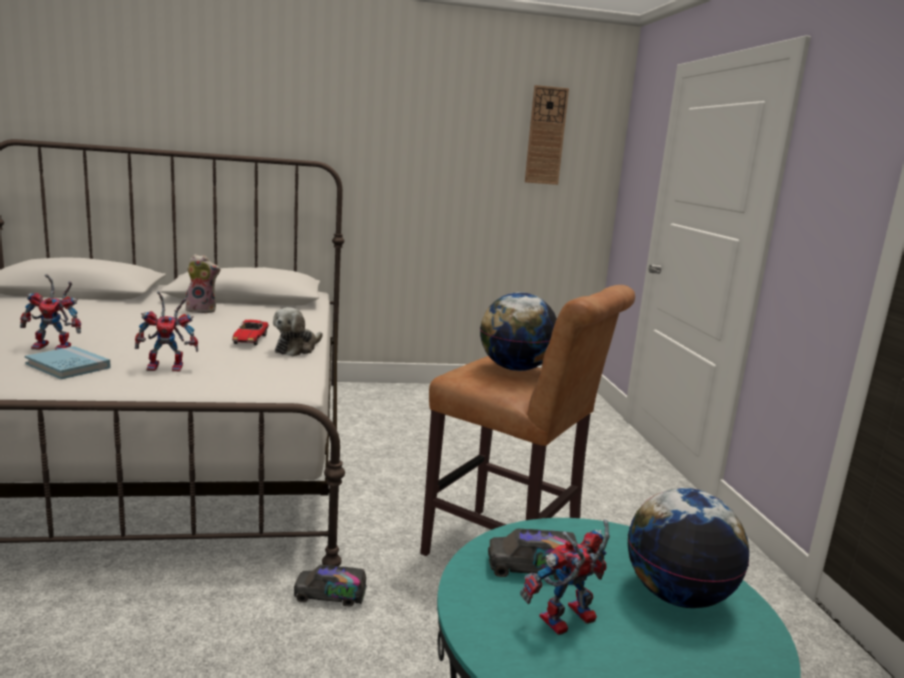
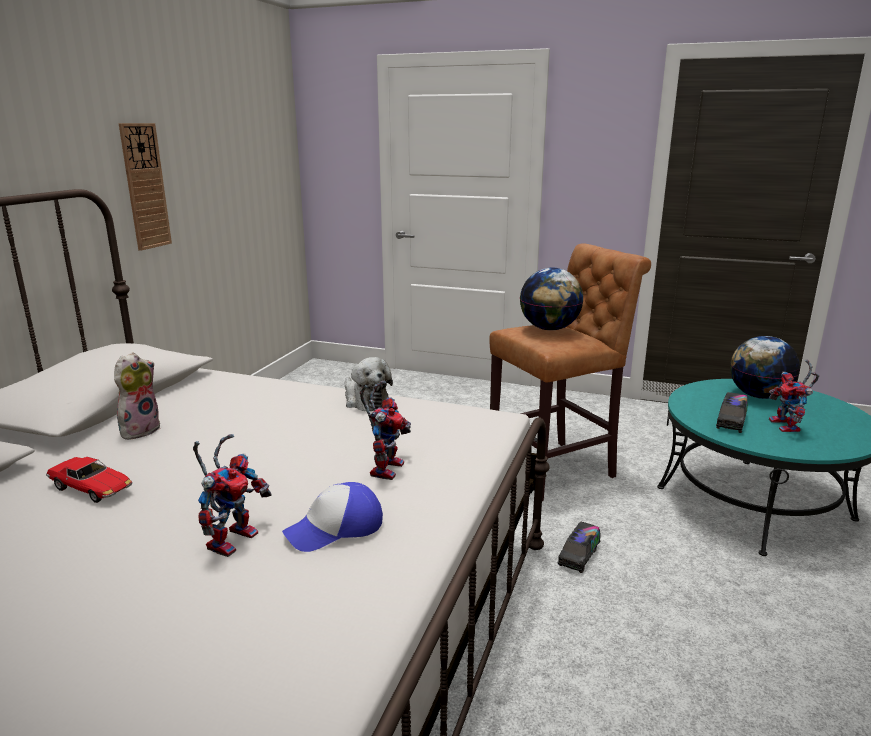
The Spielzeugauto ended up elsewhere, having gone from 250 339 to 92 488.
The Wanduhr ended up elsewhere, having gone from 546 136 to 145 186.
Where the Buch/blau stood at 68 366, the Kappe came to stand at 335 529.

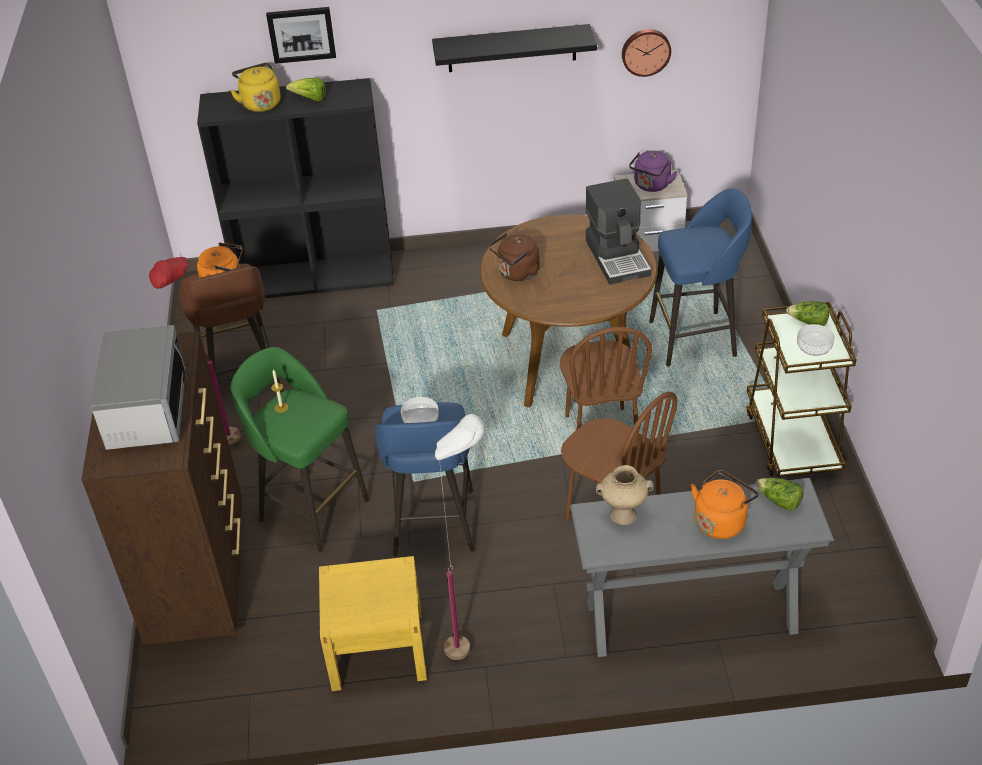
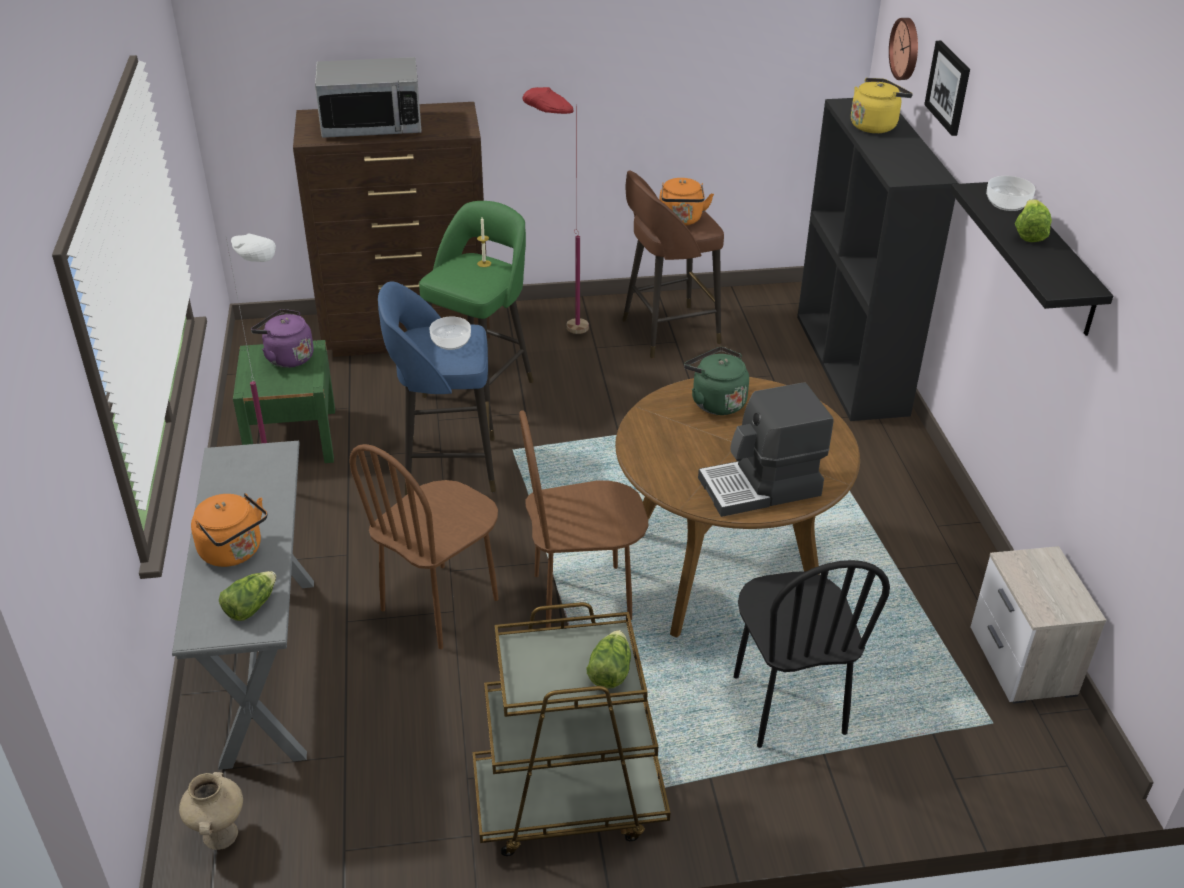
The Vase/beige ended up elsewhere, having gone from 623 515 to 219 834.
What was the Nachttisch/gelb at 377 650 turned into the Nachttisch/grün at 292 438.
The Wasserkessel/lila ended up elsewhere, having gone from 651 186 to 287 357.
What was the Wasserkessel/braun at 516 273 turned into the Wasserkessel/grün at 715 402.
Where the Hocker/blau stood at 695 338, the Stuhl/schwarz came to stand at 787 705.
The Wanduhr ended up elsewhere, having gone from 645 51 to 906 48.
The Schüssel ended up elsewhere, having gone from 814 347 to 1008 203.
The Salatkopf ended up elsewhere, having gone from 310 99 to 1029 234.

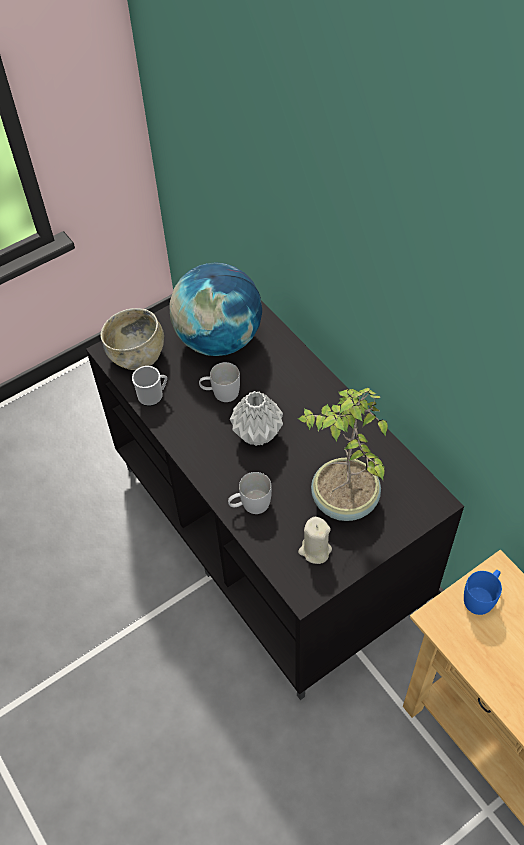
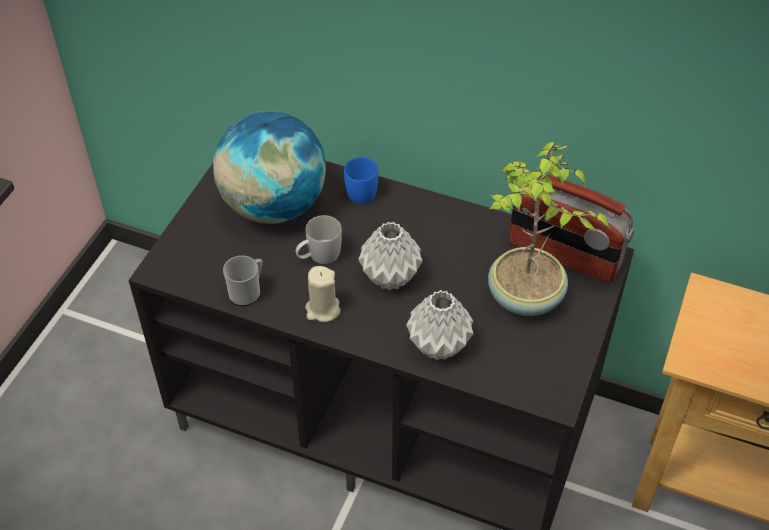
The Kerze/beige ended up elsewhere, having gone from 315 550 to 322 309.
The Henkelbecher/blau ended up elsewhere, having gone from 481 597 to 362 189.
Where the Henkelbecher/weiß stood at 250 505, the Vase/grau came to stand at 438 347.
The second view gained the Radio at 563 255.
The second view lost the Schüssel/beige at 137 355.

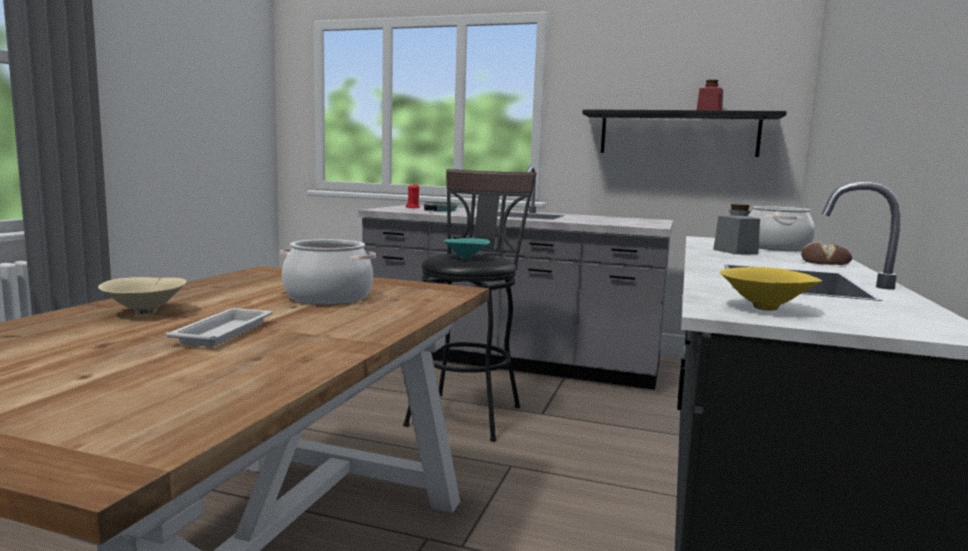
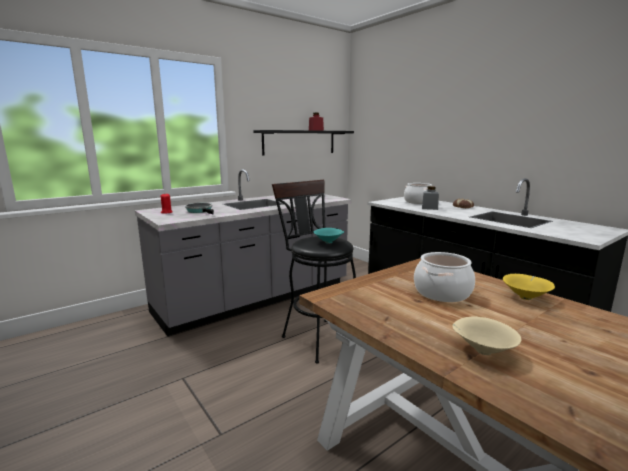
The Schüssel/gelb ended up elsewhere, having gone from 768 308 to 526 297.
The second view lost the Tablett/weiß at 225 332.

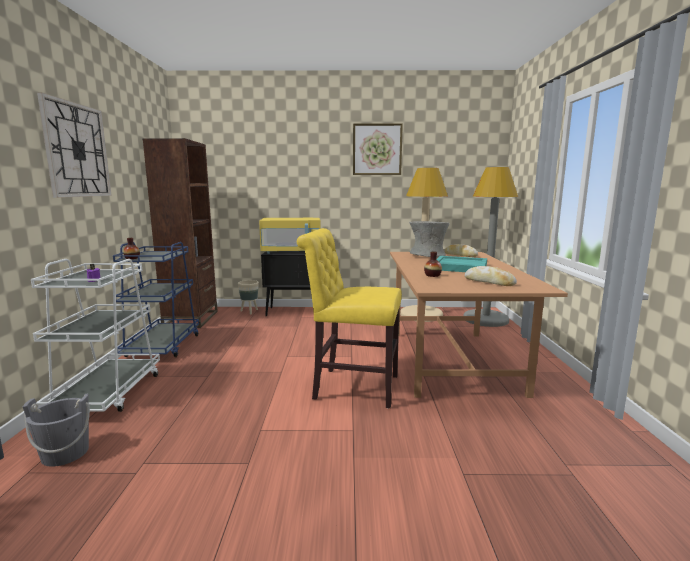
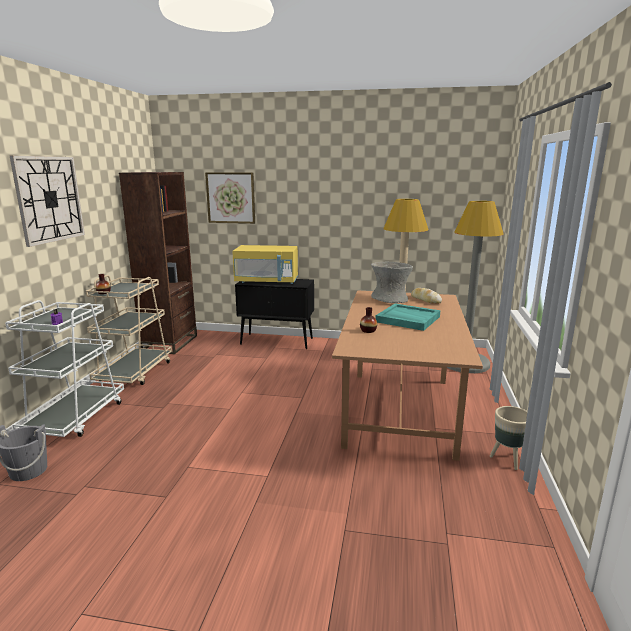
What was the Rollwagen/blau at 163 346 turned into the Rollwagen/beige at 135 372.
The Bild ended up elsewhere, having gone from 377 149 to 231 198.
The Pflanzkübel/beige ended up elsewhere, having gone from 250 312 to 507 460.
The second view lost the Stuhl/gelb at 351 387.
The second view lost the Brot at 489 282.

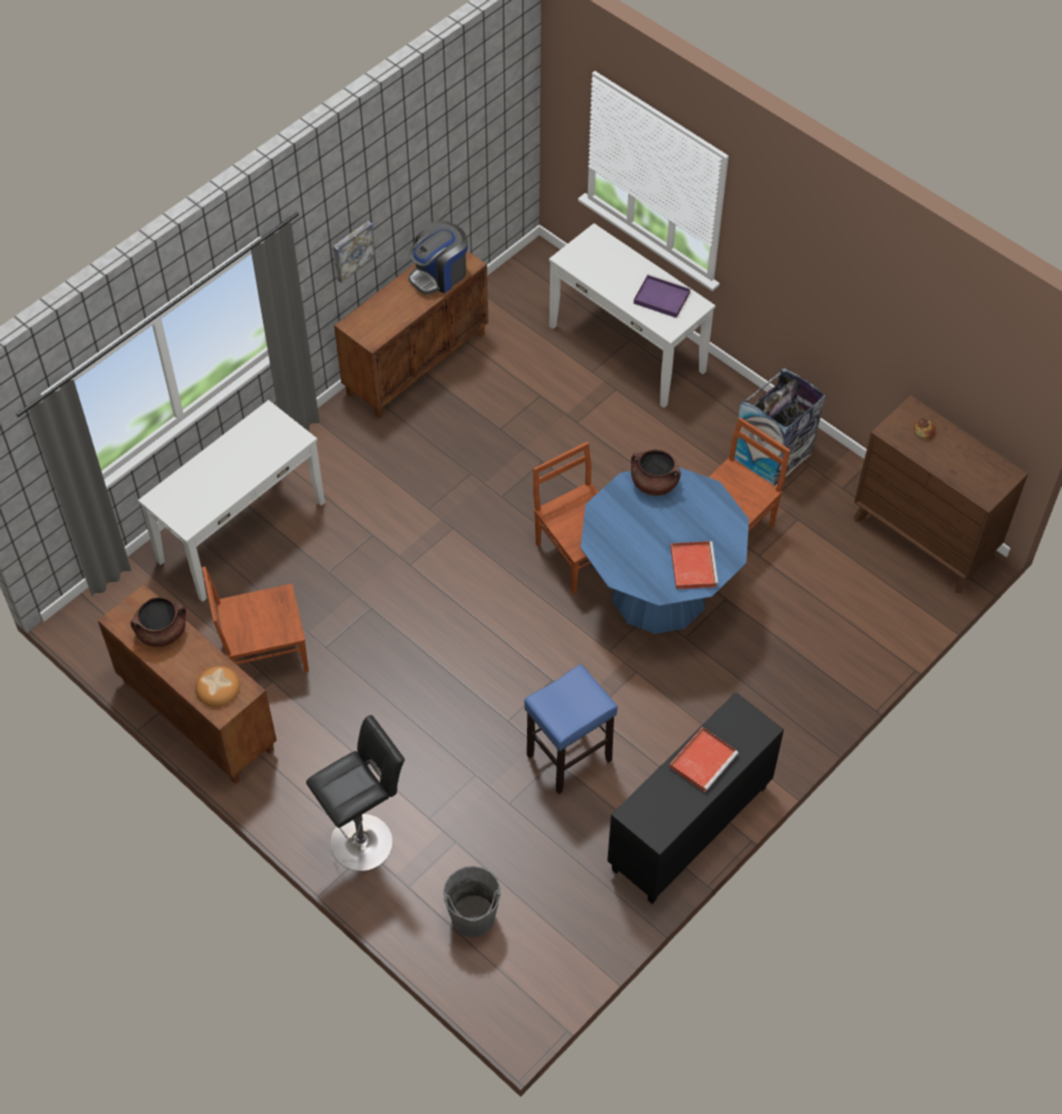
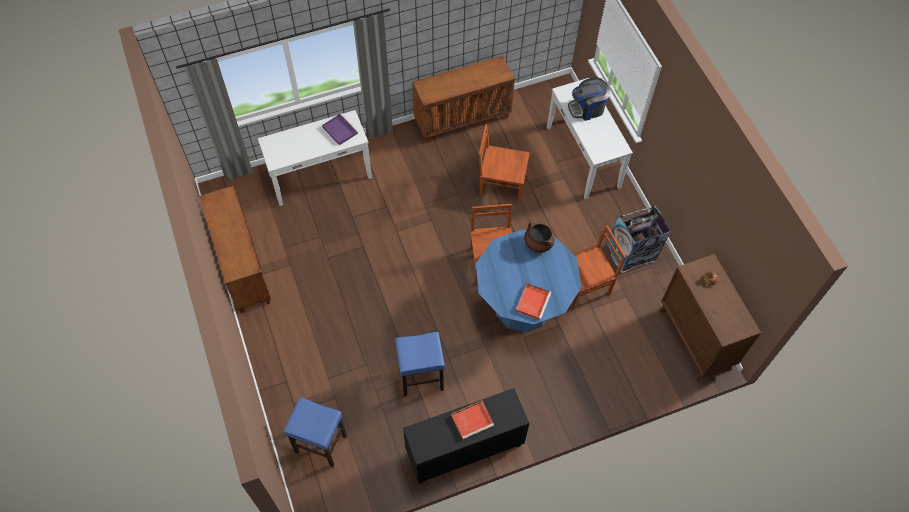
Where the Eimer/grau stood at 473 917, the Hocker/blau came to stand at 320 444.
The Tablett/lila ended up elsewhere, having gone from 660 297 to 339 130.
The Stuhl/braun ended up elsewhere, having gone from 264 653 to 501 183.
The Kaffeemaschine ended up elsewhere, having gone from 439 274 to 587 108.
The second view lost the Kochtopf/braun at 162 632.
The second view lost the Brot at 218 688.
The second view lost the Hocker/schwarz at 365 839.
The second view lost the Bild at 352 250.

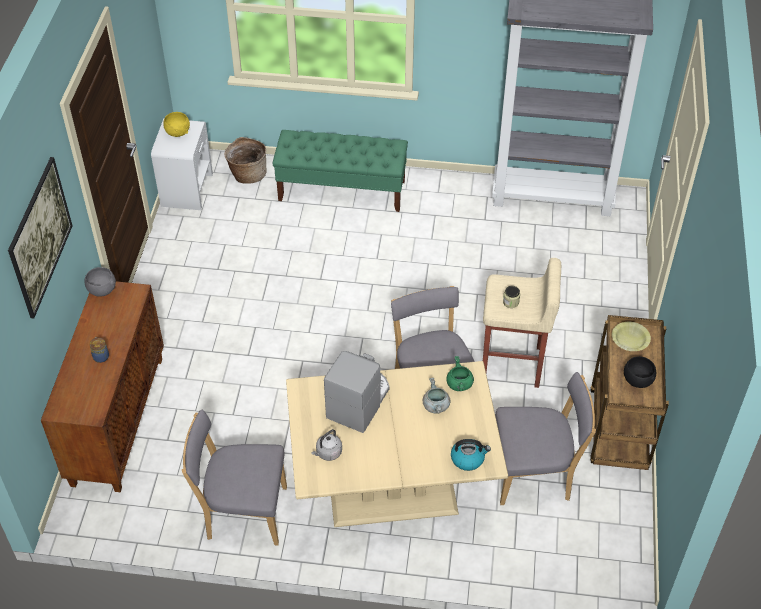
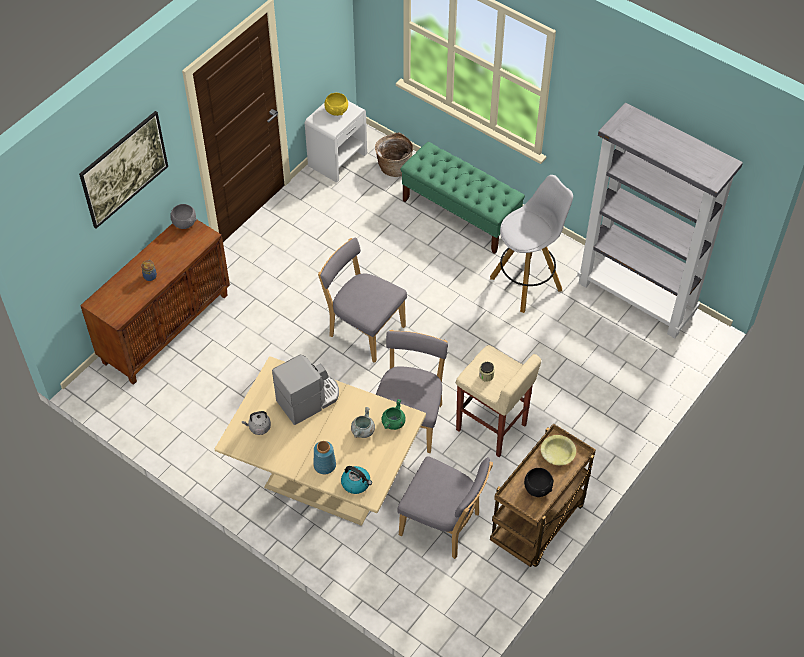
The second view gained the Vase/blau at 324 465.
The Stuhl/grau ended up elsewhere, having gone from 242 512 to 364 329.
The second view gained the Hocker/weiß at 527 283.

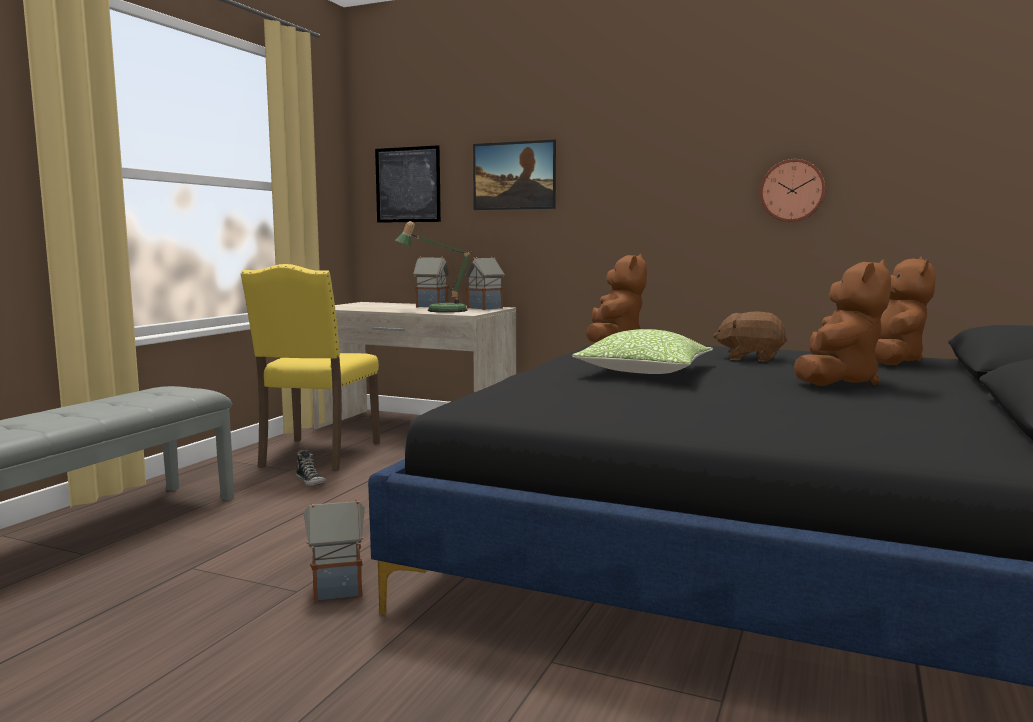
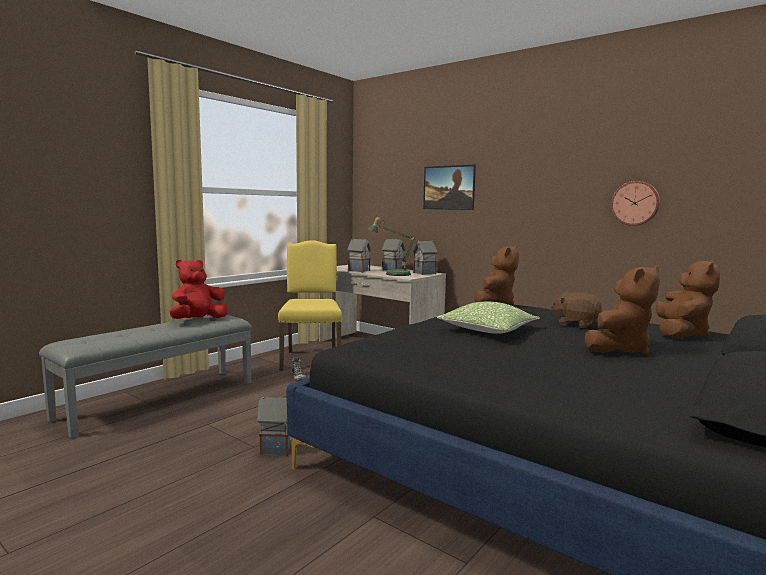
The second view gained the Plüschtier/rot at 198 320.
The Stuhl/gelb at 317 455 ended up facing another way, 150 degrees clockwise from before.
The second view gained the Spielzeughaus at 358 271.
The second view lost the Bild at 408 185.

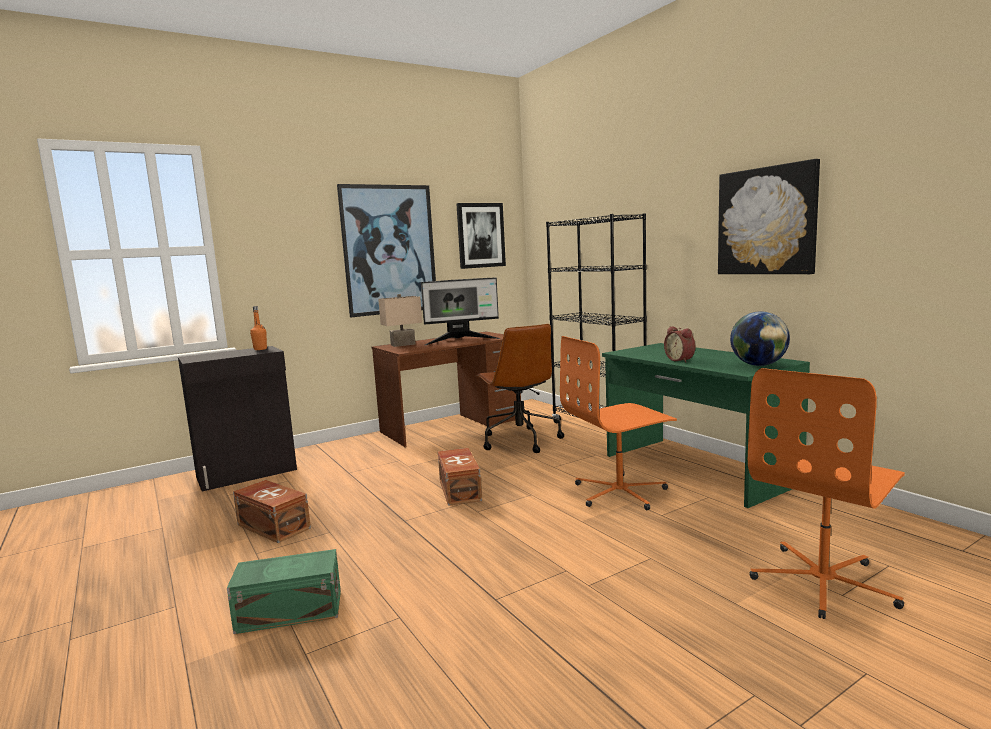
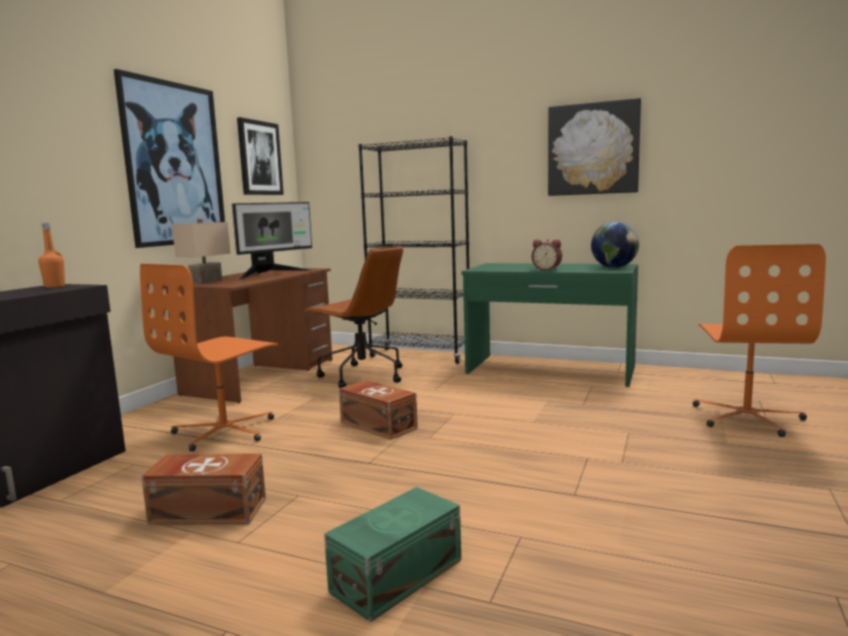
The Bürostuhl/orange ended up elsewhere, having gone from 620 492 to 225 431.

